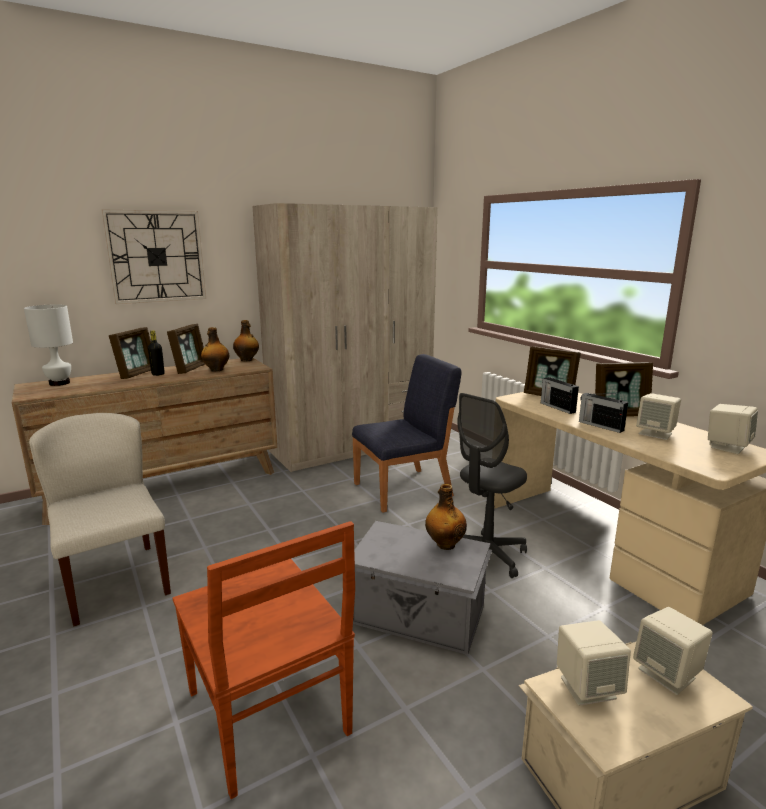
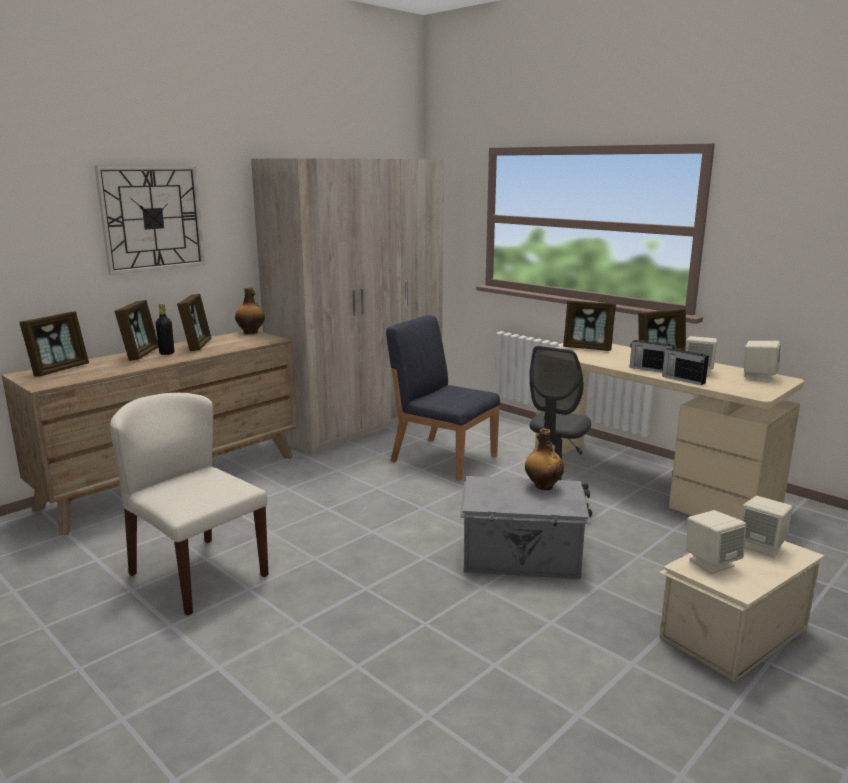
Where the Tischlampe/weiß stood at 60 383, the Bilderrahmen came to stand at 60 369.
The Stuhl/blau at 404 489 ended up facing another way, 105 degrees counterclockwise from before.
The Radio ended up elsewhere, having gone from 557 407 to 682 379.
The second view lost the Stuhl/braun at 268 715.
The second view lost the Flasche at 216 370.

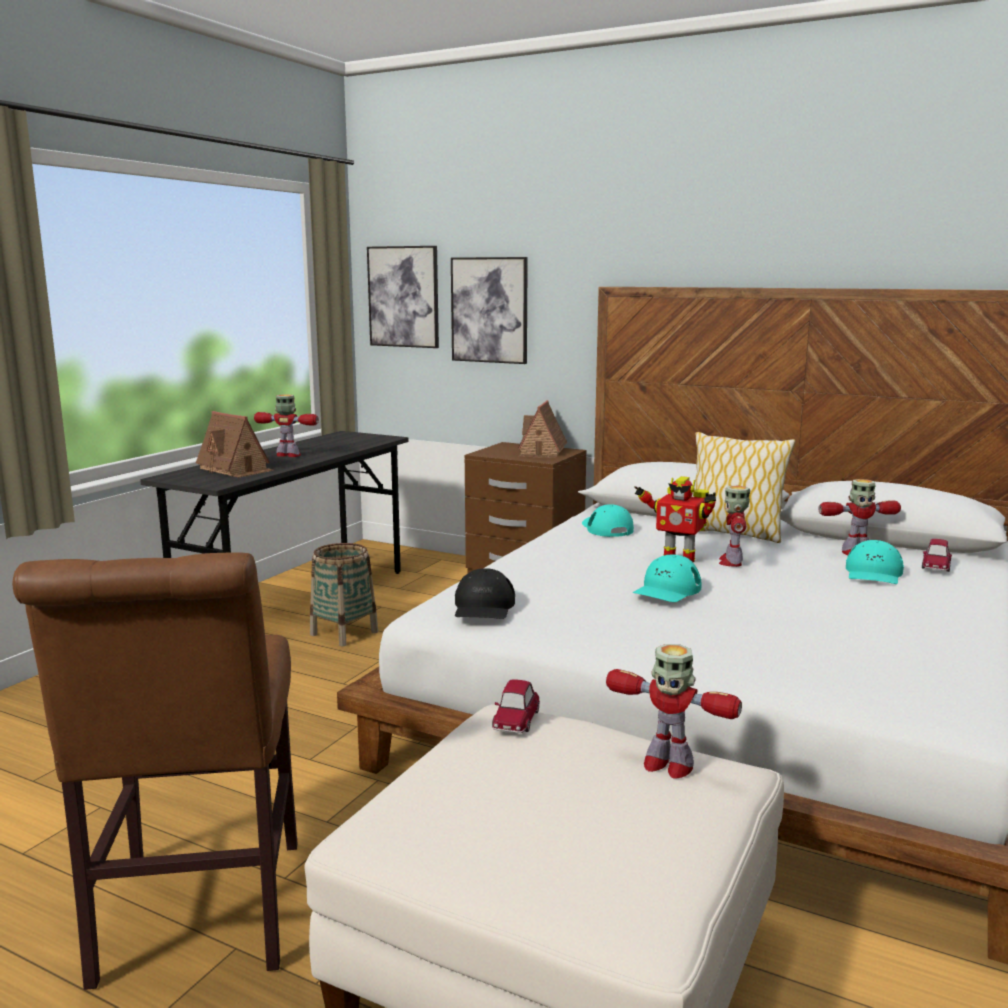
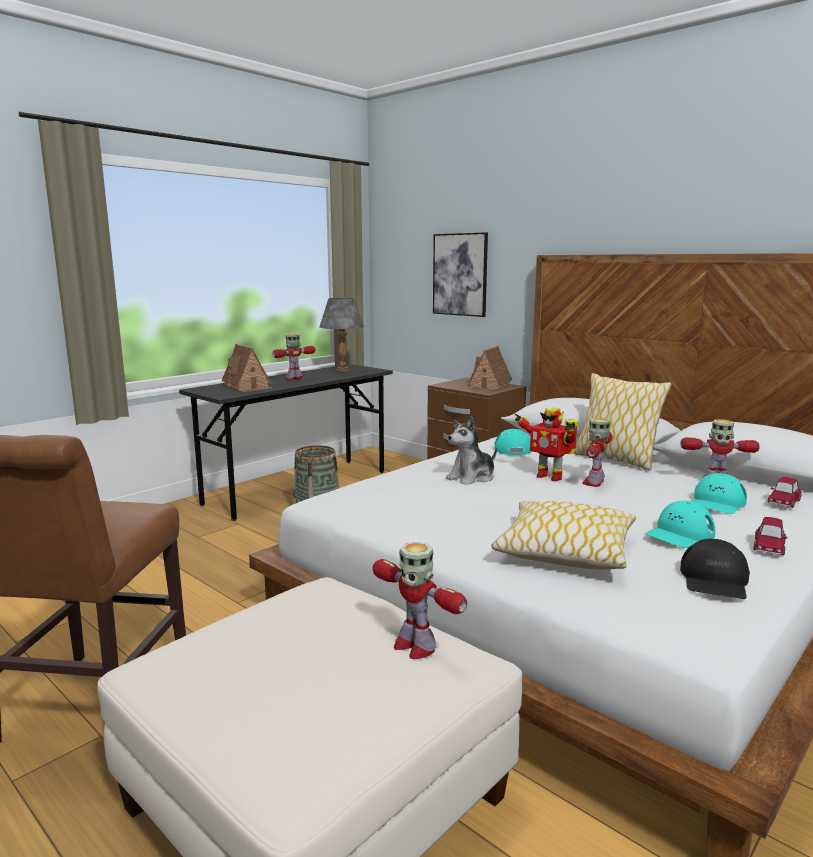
The Spielzeugroboter at 289 455 ended up facing another way, 75 degrees counterclockwise from before.
The second view gained the Tischlampe/grau at 343 370.
The second view gained the Plüschtier at 472 478.
The second view gained the Kissen at 565 551.
The Kappe/türkis ended up elsewhere, having gone from 667 590 to 679 534.
The Kappe/schwarz ended up elsewhere, having gone from 483 607 to 714 580.
The Spielzeugauto ended up elsewhere, having gone from 516 720 to 769 546.
The second view lost the Bild at 403 297.

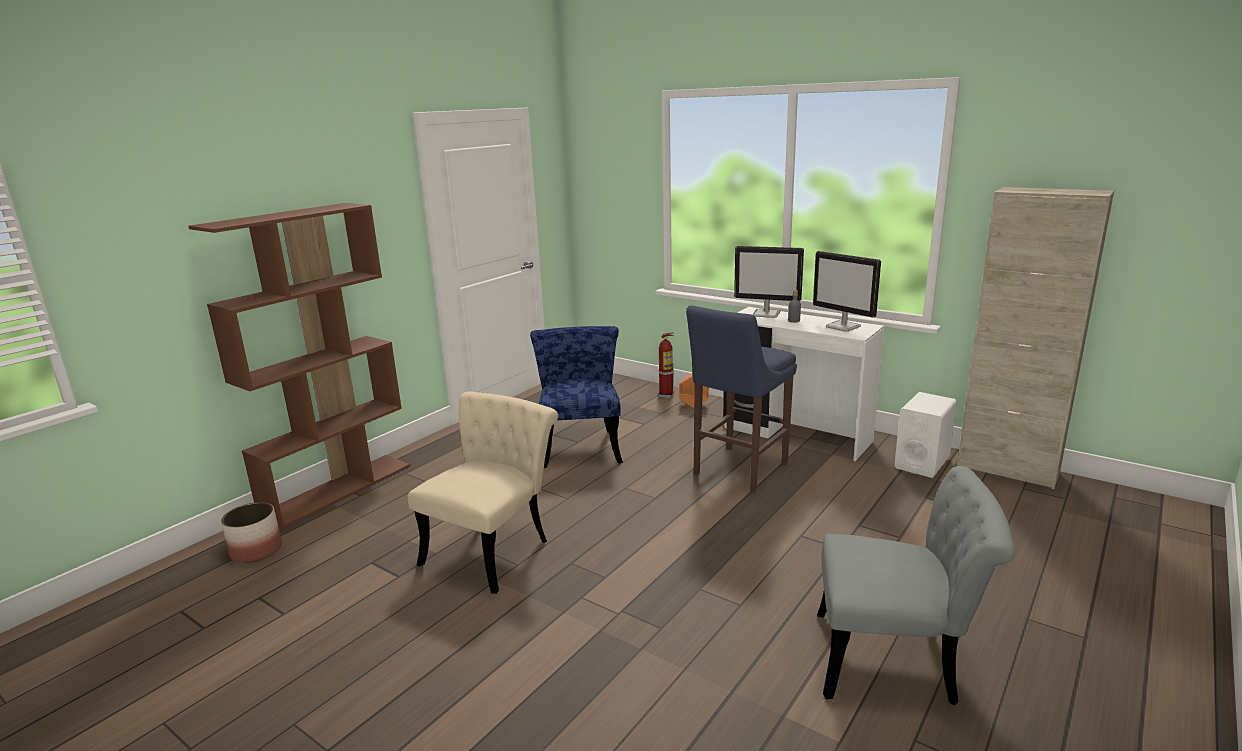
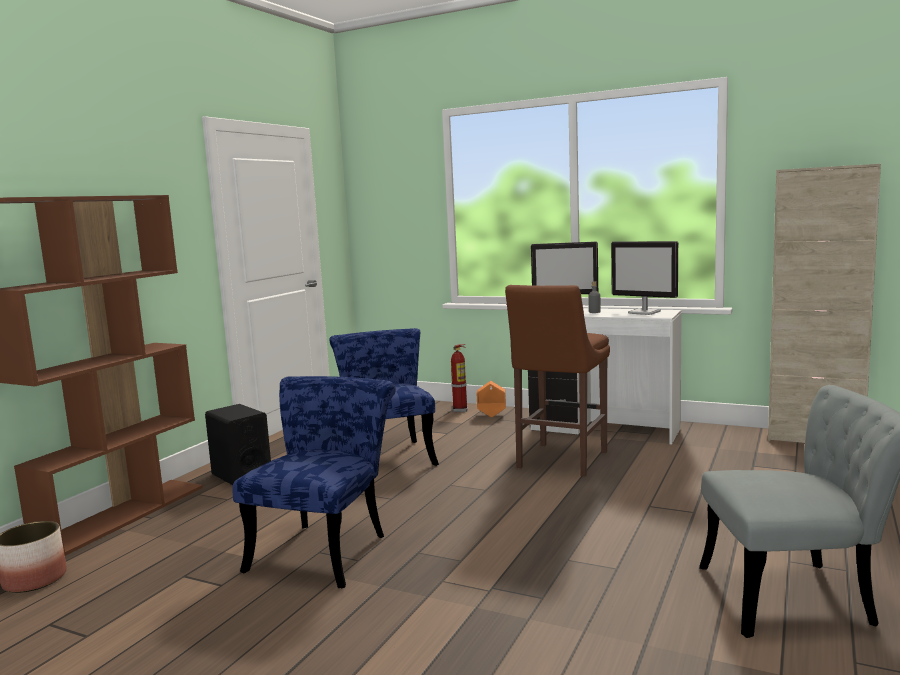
The second view gained the Lautsprecher/schwarz at 241 476.
What was the Stuhl/beige at 494 548 turned into the Stuhl/blau at 326 549.
What was the Hocker/blau at 737 470 turned into the Hocker/braun at 560 461.
The second view lost the Lautsprecher/weiß at 922 463.

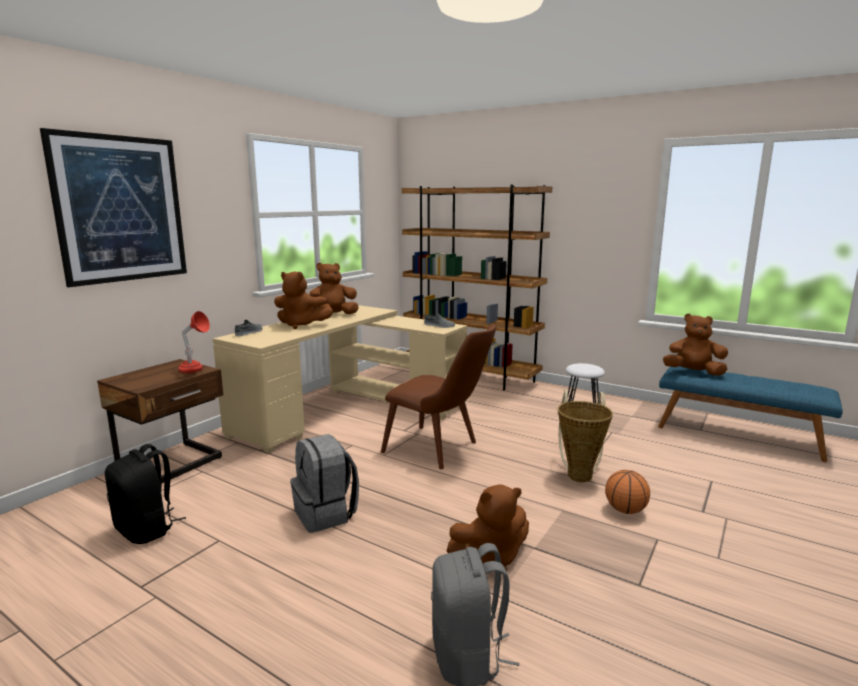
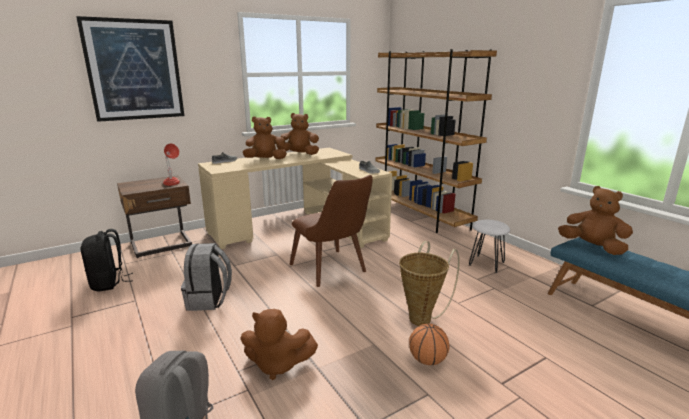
The Plüschtier/braun at 301 325 ended up facing another way, 120 degrees clockwise from before.

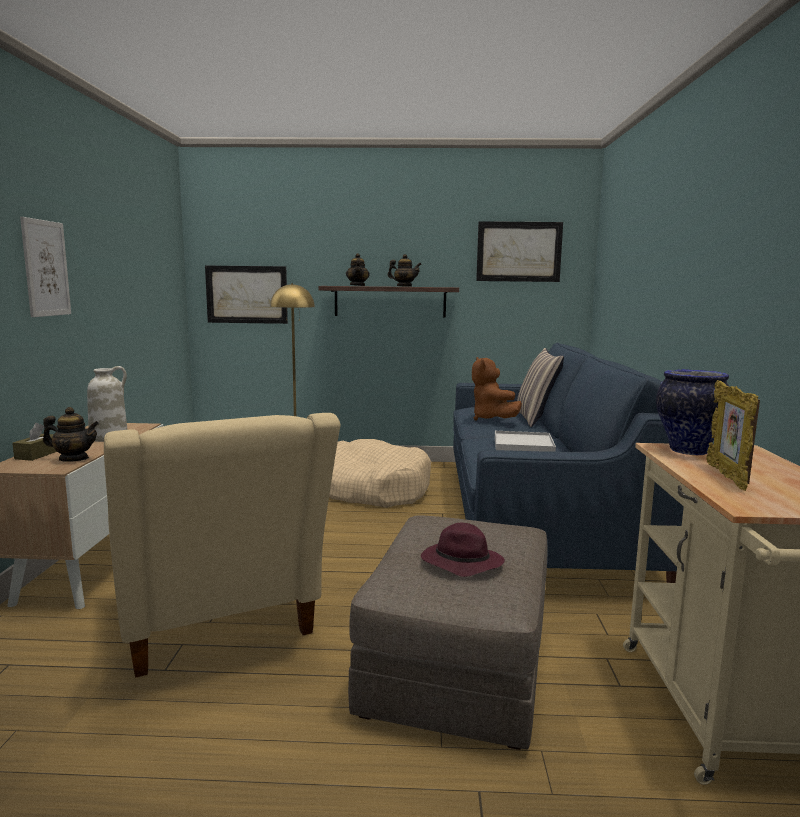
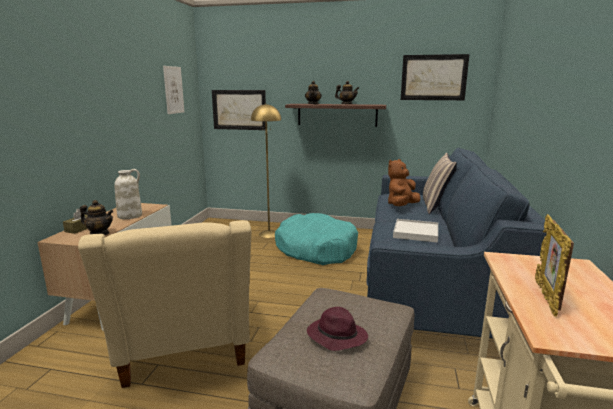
The Bild ended up elsewhere, having gone from 46 268 to 173 90.
What was the Hundebett/beige at 371 489 turned into the Hundebett/türkis at 316 249.
The Plüschtier/braun at 492 419 ended up facing another way, 45 degrees clockwise from before.
The second view lost the Vase at 687 451.

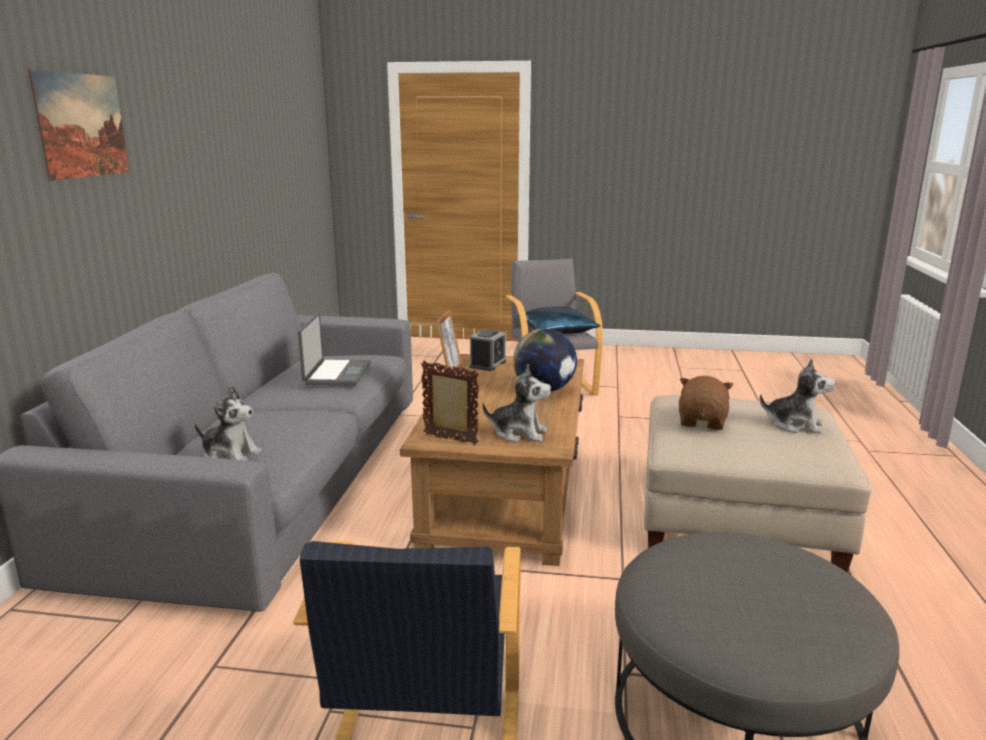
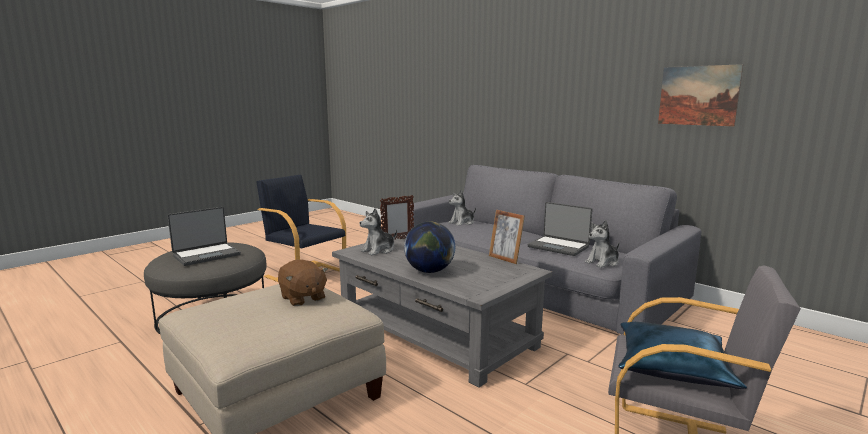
The second view gained the Laptop at 206 255.
What was the Couchtisch/braun at 505 491 turned into the Couchtisch/grau at 436 332.
The Plüschtier ended up elsewhere, having gone from 795 425 to 603 262.
The Bild ended up elsewhere, having gone from 82 125 to 698 95.
The second view lost the Wecker at 488 364.

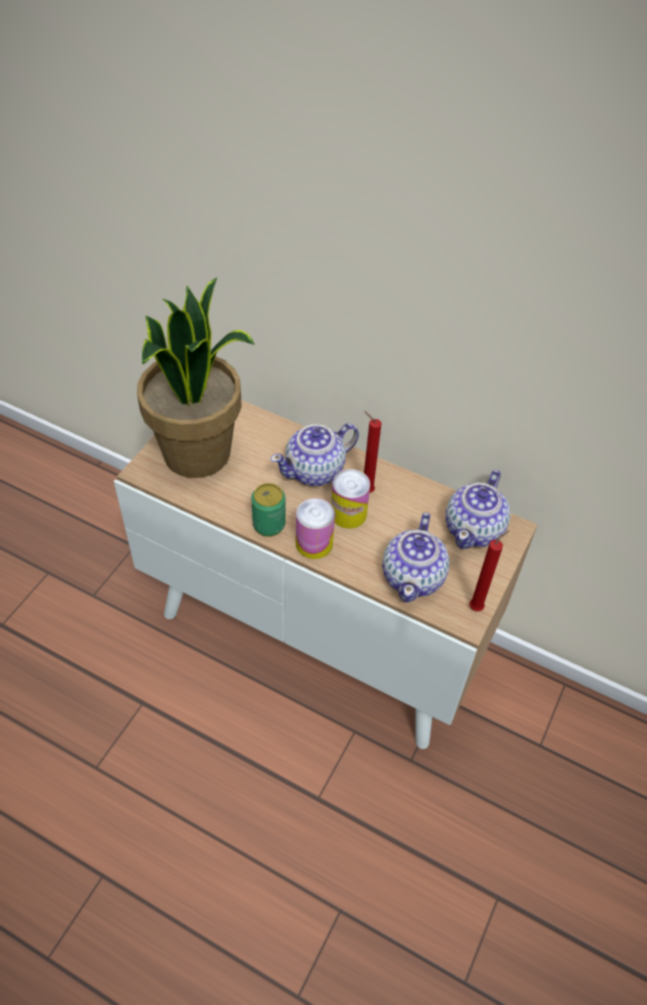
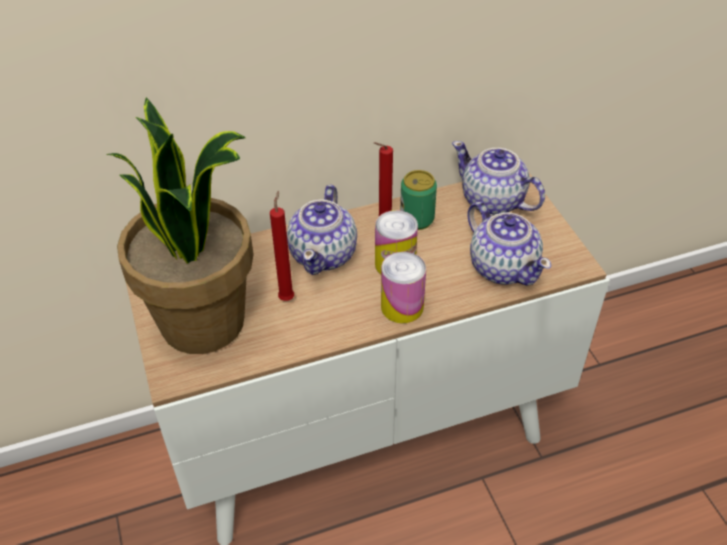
The Kerze/rot ended up elsewhere, having gone from 477 607 to 287 297.
The Dose ended up elsewhere, having gone from 269 525 to 417 219.
The Teekanne at 474 529 ended up facing another way, 150 degrees clockwise from before.

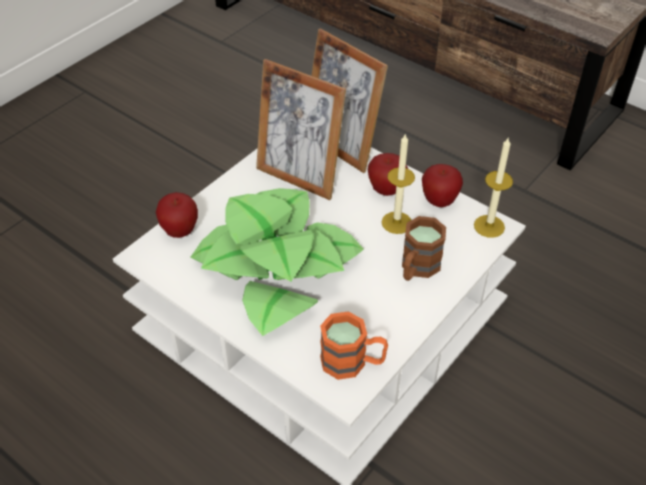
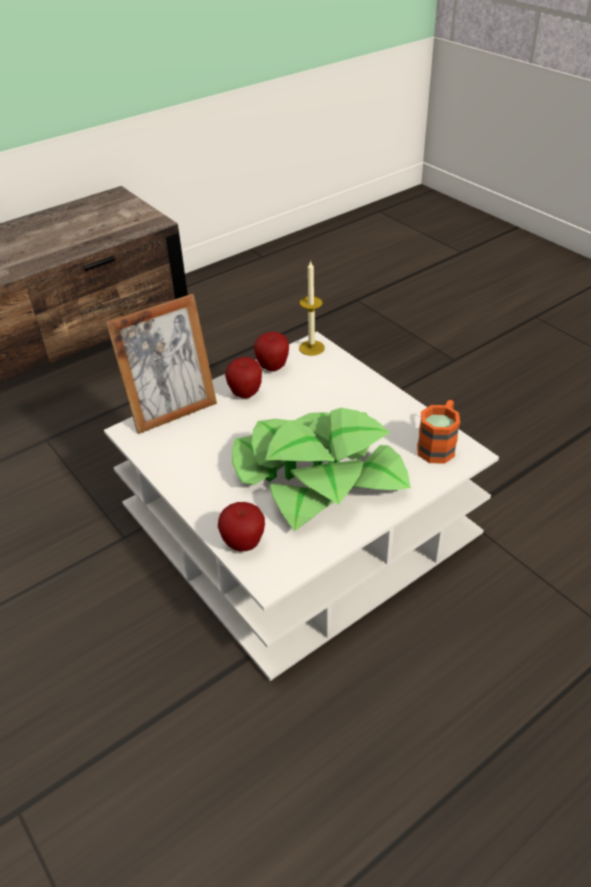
The second view lost the Bilderrahmen at 299 176.
The second view lost the Kerze at 396 222.
The second view lost the Henkelbecher/braun at 417 268.

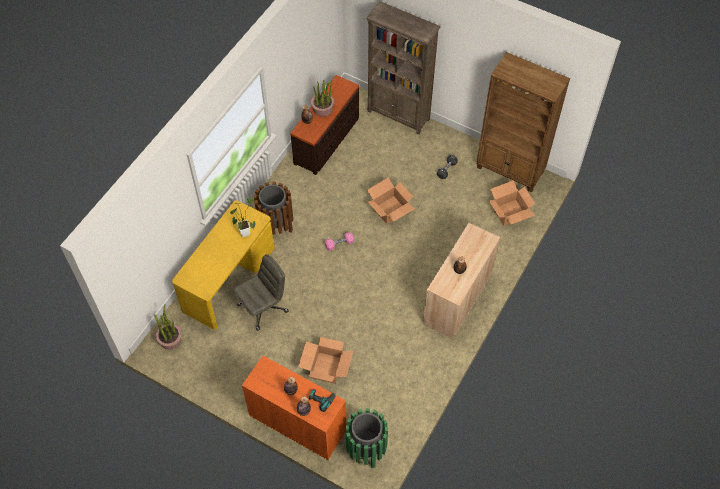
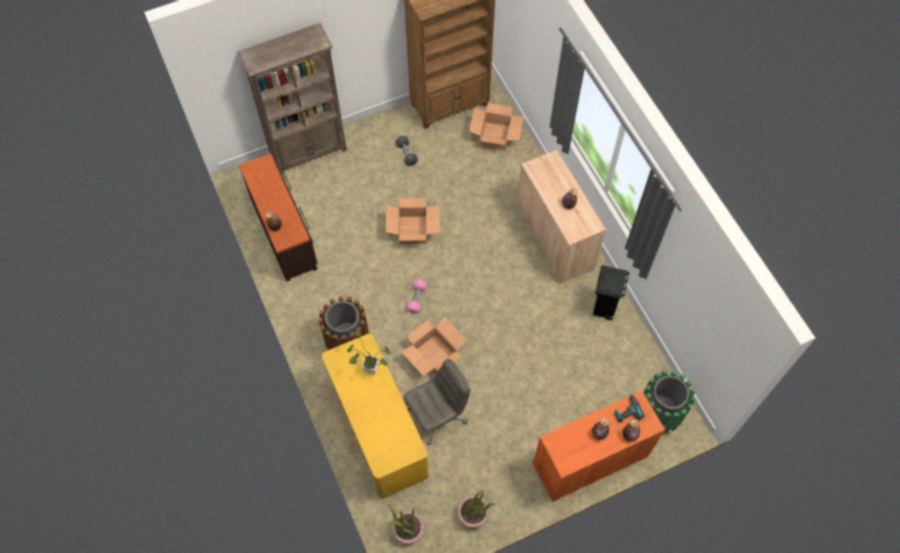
The Karton ended up elsewhere, having gone from 326 368 to 434 355.
The Bürostuhl/grau at 263 307 ended up facing another way, 60 degrees clockwise from before.
The Topfpflanze ended up elsewhere, having gone from 323 109 to 473 514.
The second view gained the Mülleimer/schwarz at 603 309.

